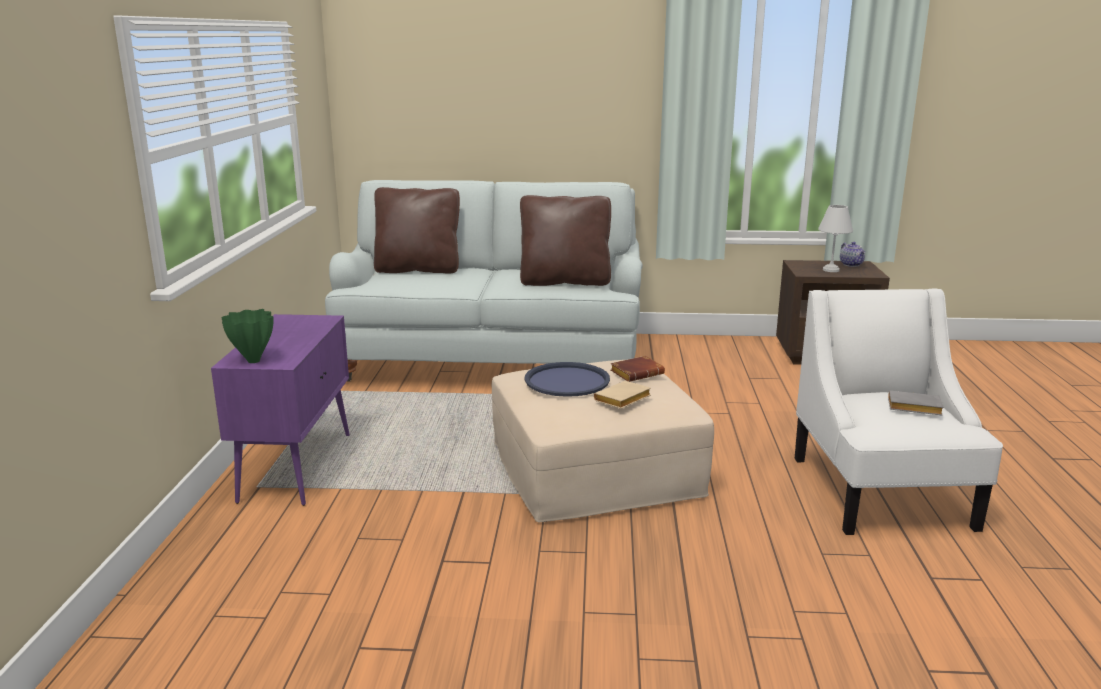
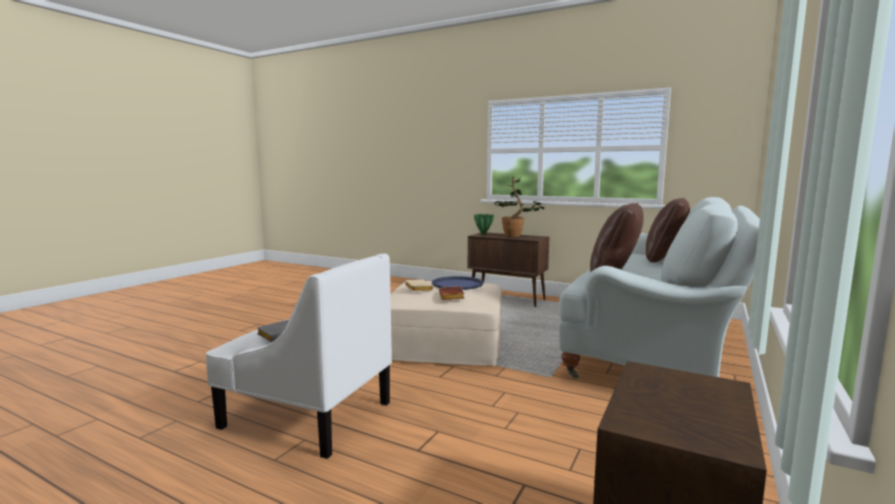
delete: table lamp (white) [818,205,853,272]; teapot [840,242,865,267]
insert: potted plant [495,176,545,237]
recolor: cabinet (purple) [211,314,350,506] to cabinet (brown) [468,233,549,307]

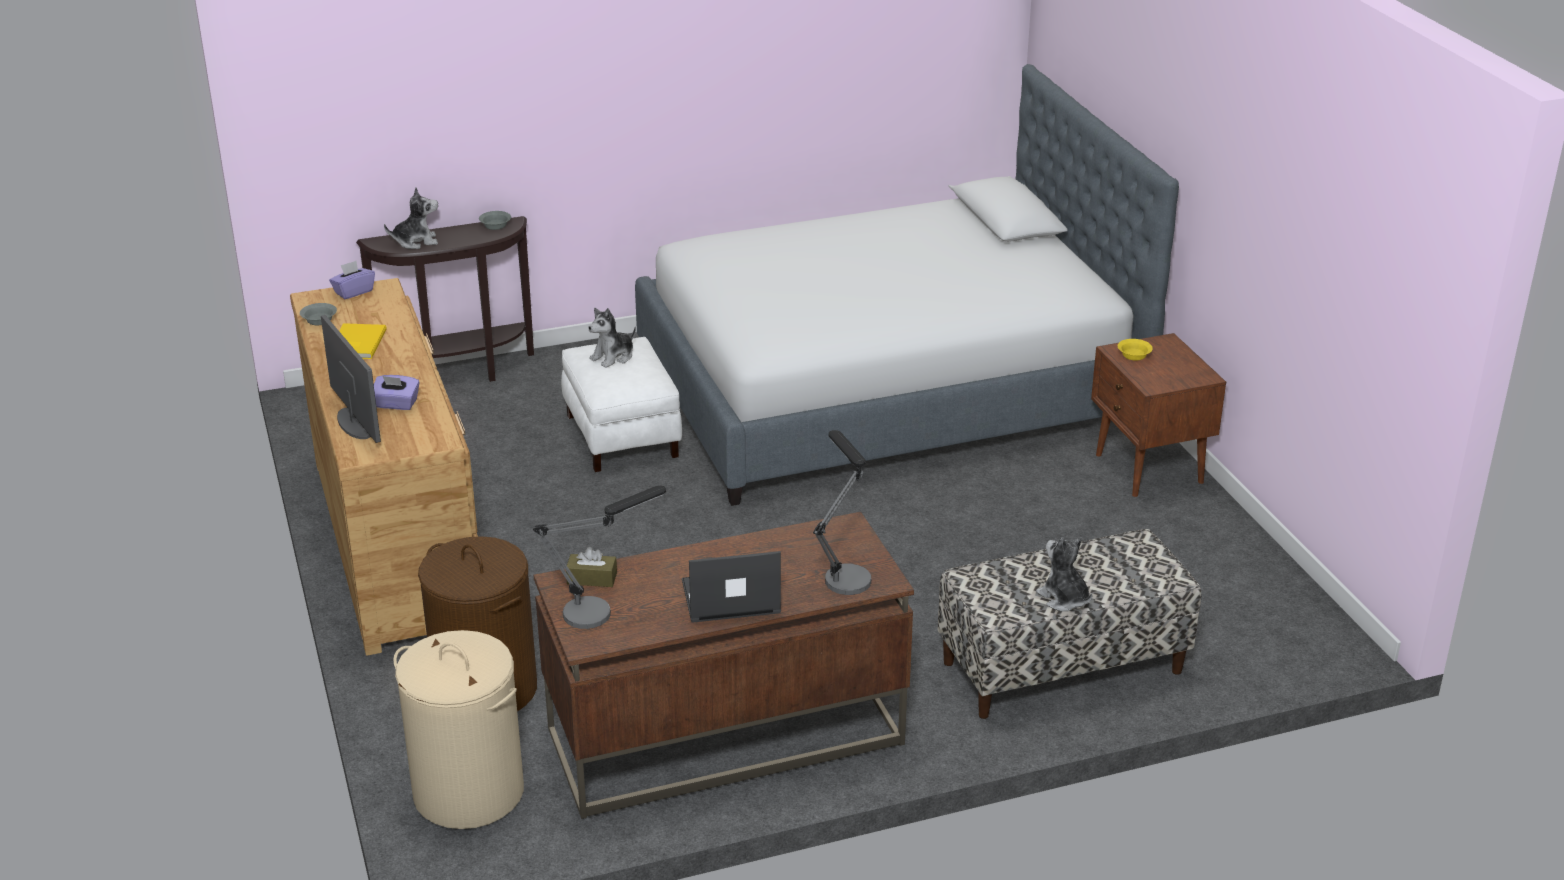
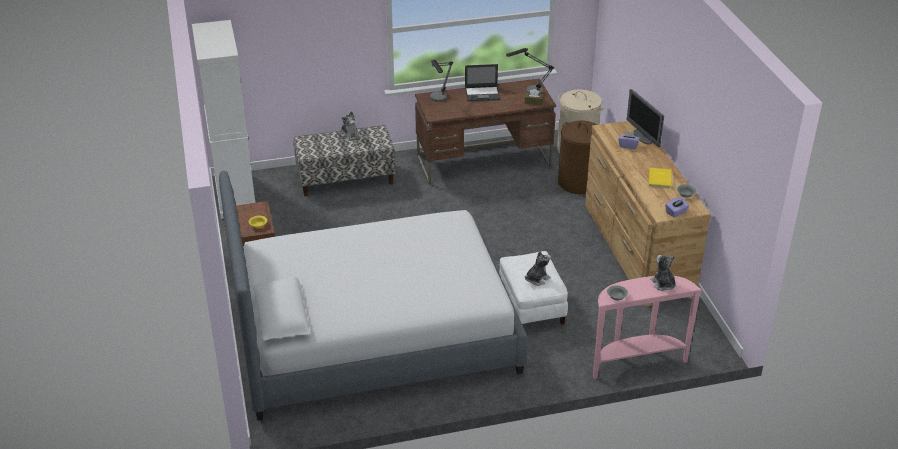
insert: cabinet (white) [192,20,256,219]
recolor: console table (brown) [356,216,534,382] to console table (pink) [593,276,702,379]
rotate: plush toy [384,187,438,249] = [650,255,676,291] 75 degrees clockwise

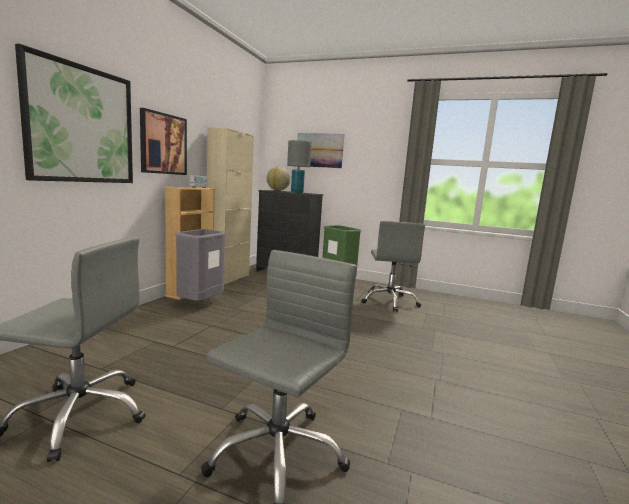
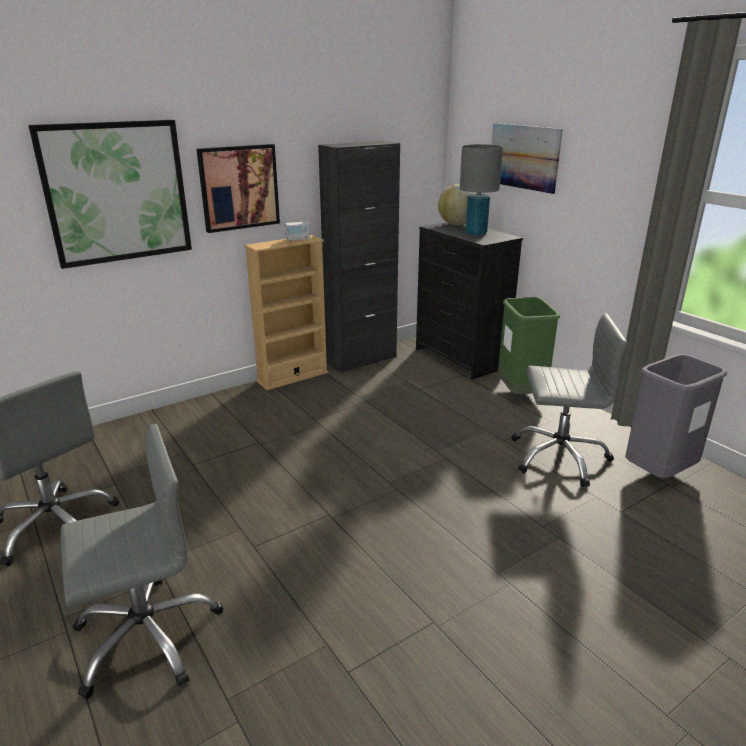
move: trash can (grey) [175,229,226,301] to [625,354,727,478]
recolor: cabinet (beige) [207,128,254,285] to cabinet (black) [318,141,400,373]
rotate: office chair (grey) [361,221,425,312] = [511,313,628,487] 120 degrees counterclockwise

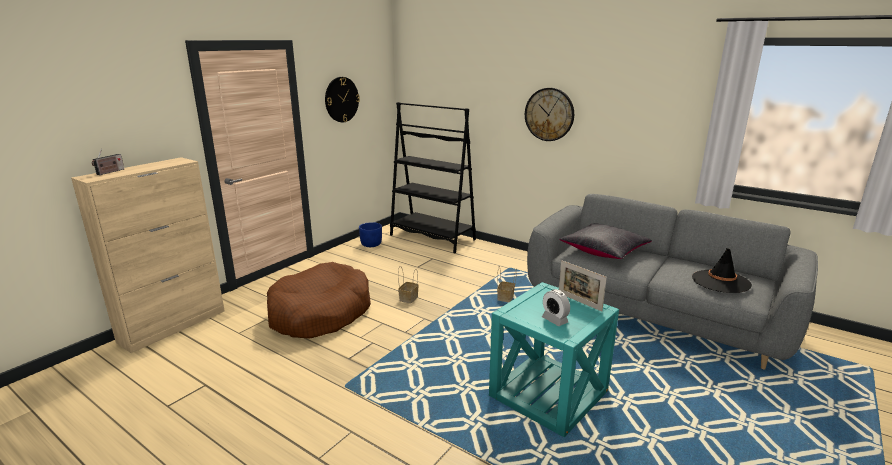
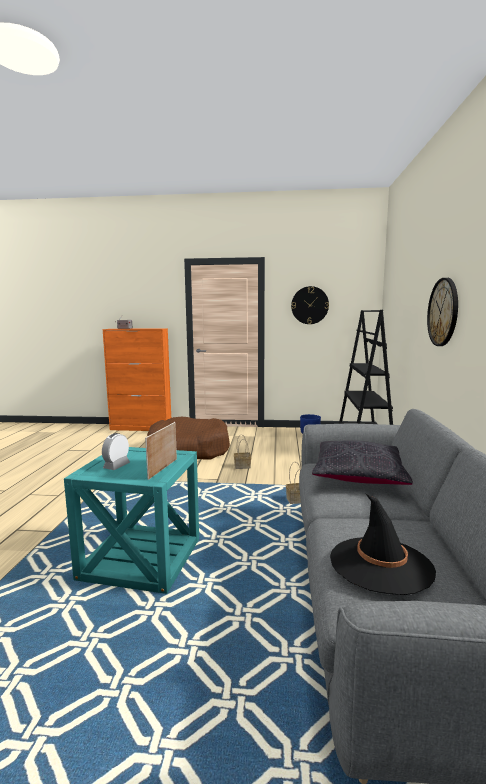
recolor: cabinet (beige) [71,157,225,353] to cabinet (orange) [102,329,171,431]

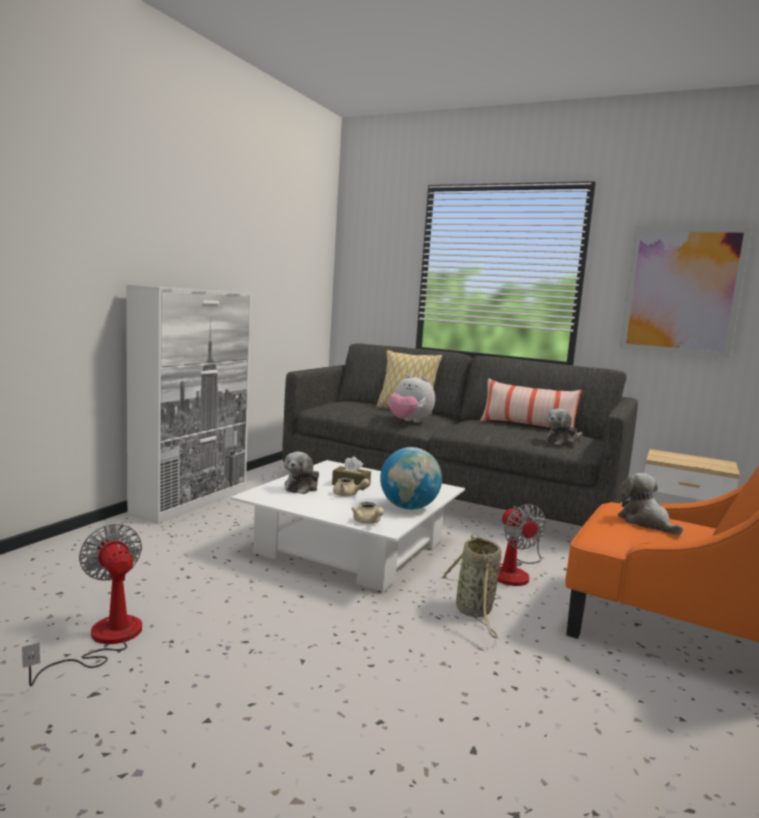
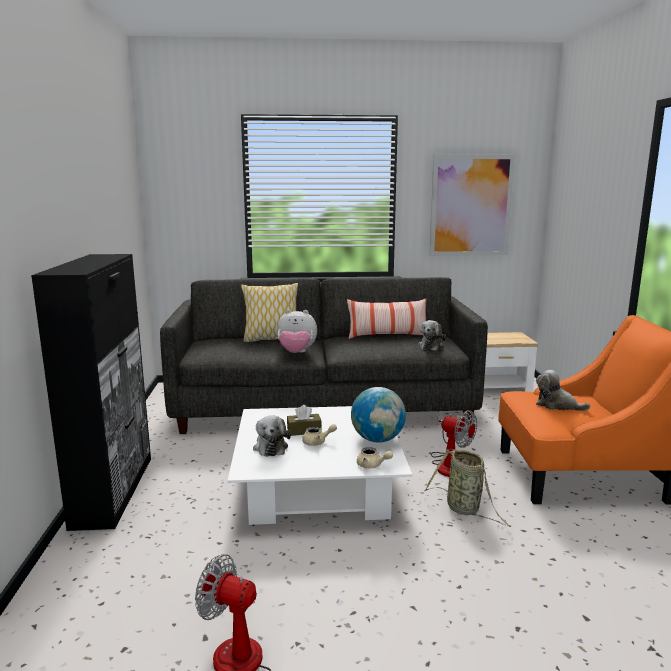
recolor: cabinet (white) [126,285,252,524] to cabinet (black) [31,254,151,531]

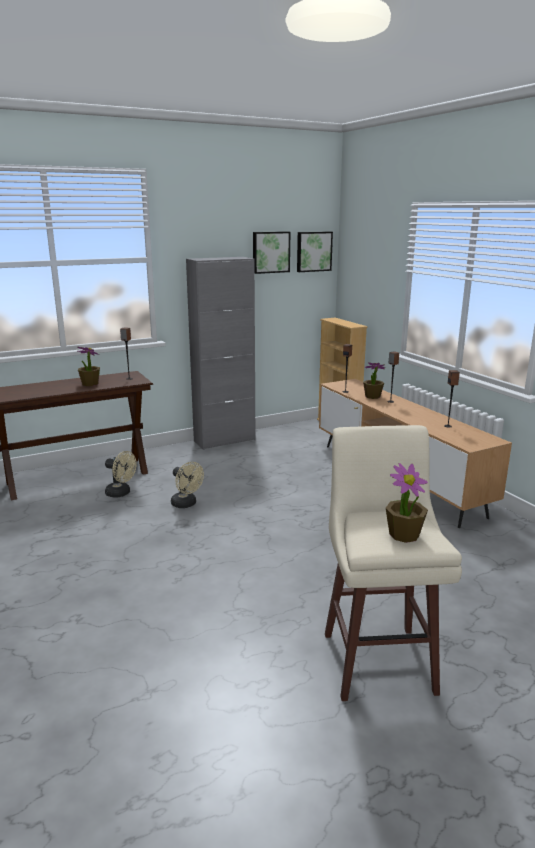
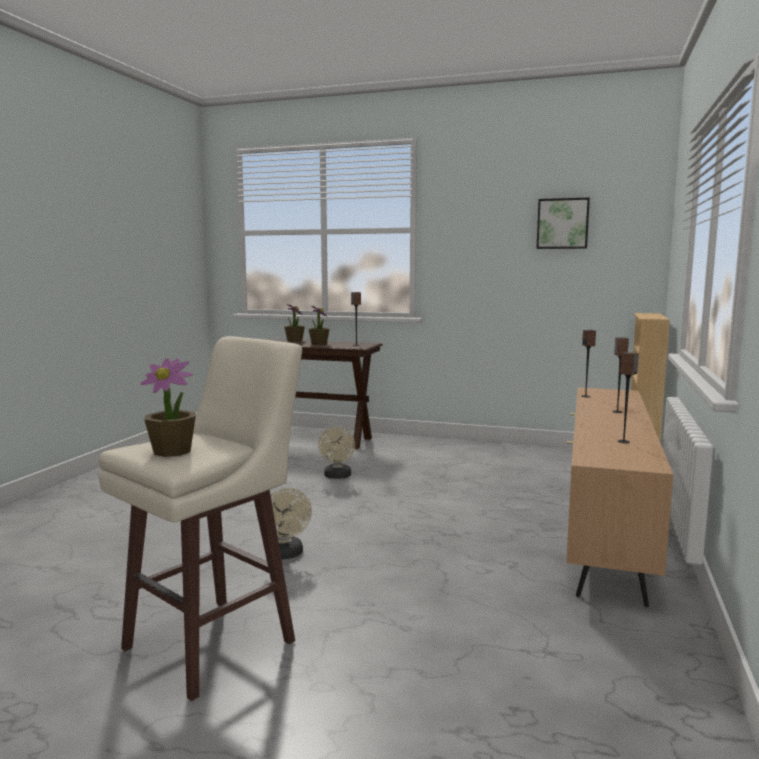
delete: cabinet (grey) [186,257,255,450]; picture [297,232,333,272]
move: fan (beige) [105,451,137,498] to [271,488,312,559]; potted plant [363,362,385,399] to [284,304,305,342]

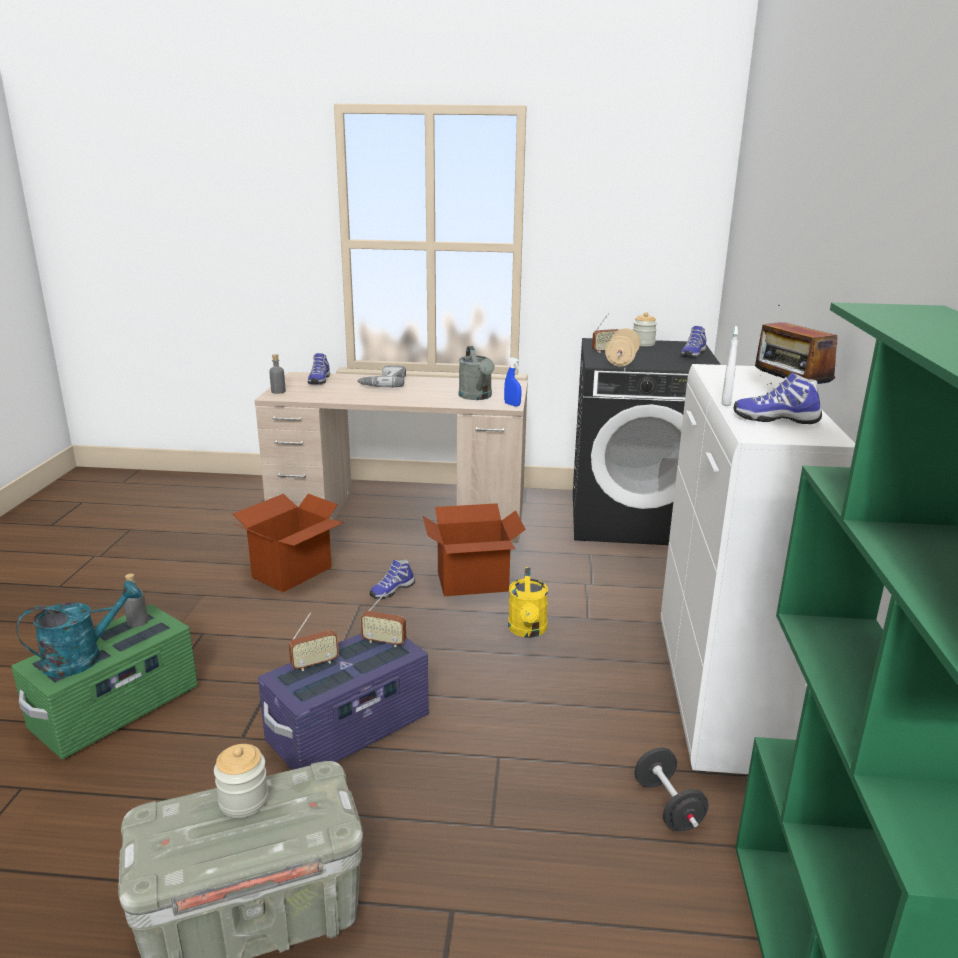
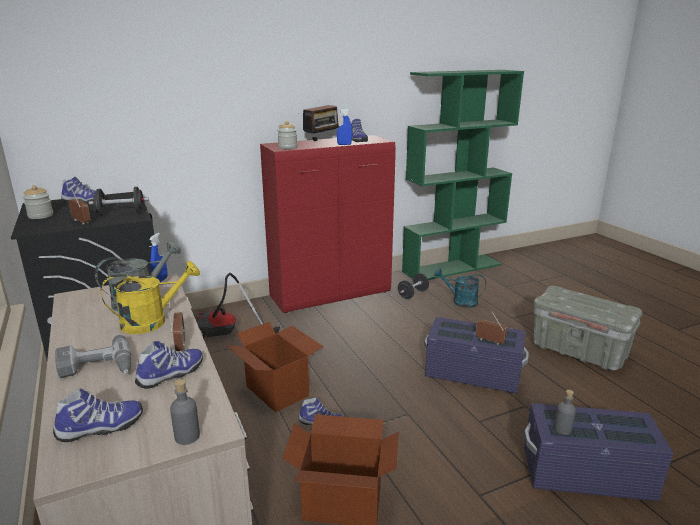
insert: shoe [135,341,203,389]; vacuum cleaner [194,273,280,338]
move: watering can (yellow) [508,567,548,638] to [101,261,200,334]; radio [360,592,406,647] to [169,301,186,351]; jar [214,744,269,818] to [277,121,297,149]; watering can (turquoise) [16,580,142,677] to [434,268,486,308]
recolor: dumbbell (beige) [605,328,640,366] to dumbbell (black) [89,187,149,216]; cabinet (white) [661,364,855,774] to cabinet (red) [260,135,396,313]; spray bottle (white) [722,326,738,406] to spray bottle (blue) [337,108,352,145]; storage box (green) [11,604,198,759] to storage box (purple) [524,403,673,501]

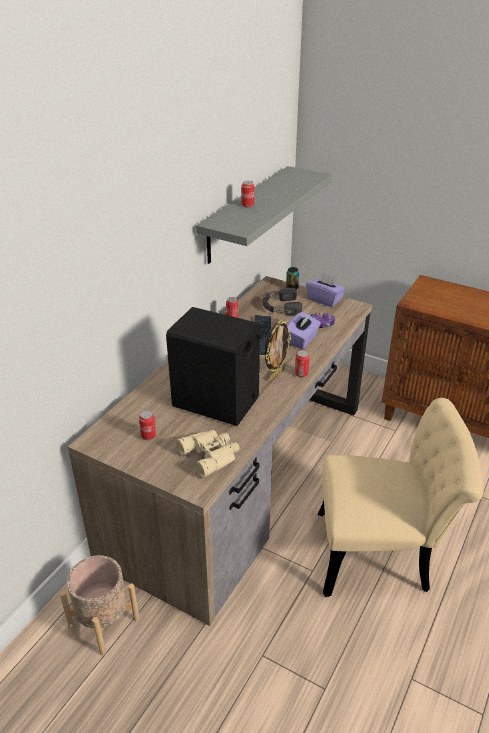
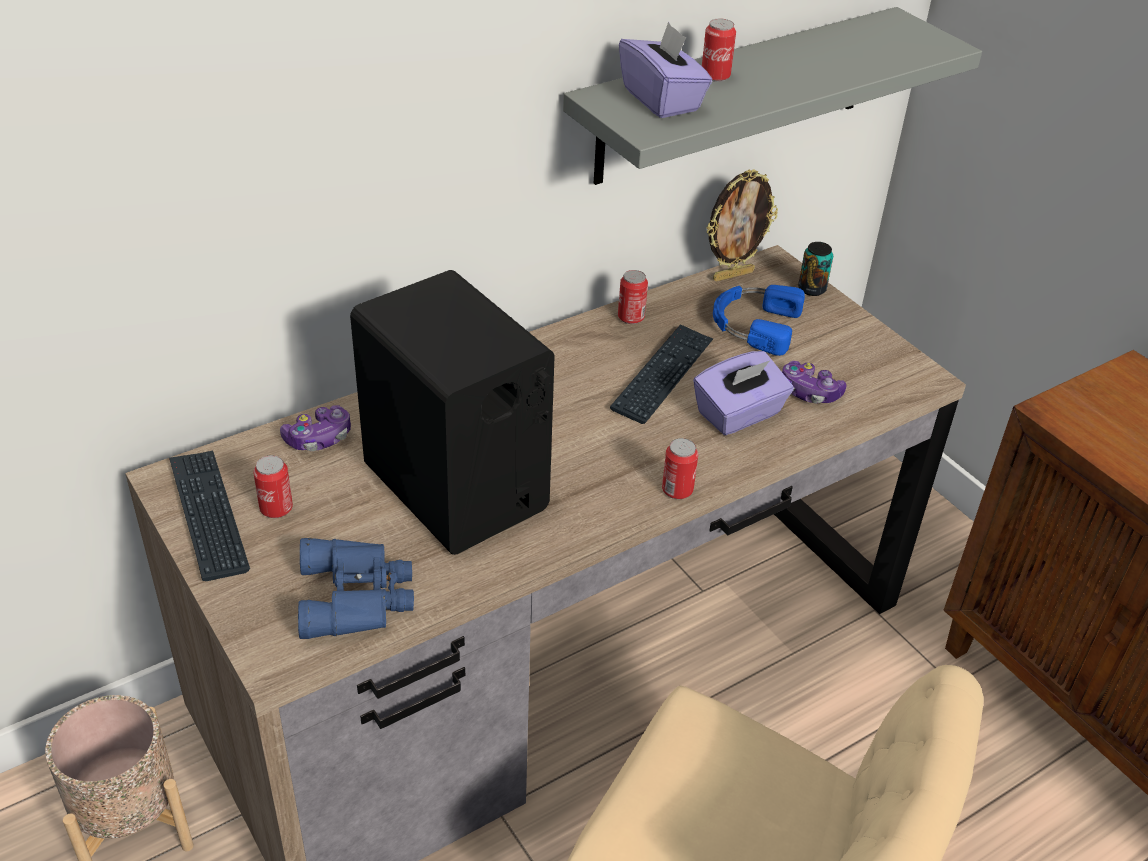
insert: keyboard [169,450,250,581]; game controller [280,405,351,451]
move: tissue box (purple) [306,273,346,307] to [619,22,712,118]; picture frame [265,320,291,381] to [706,169,778,282]
recolor: binoculars (beige) [176,430,240,478] to binoculars (blue) [298,538,414,639]; headphones (black) [263,288,302,315] to headphones (blue) [713,285,805,356]

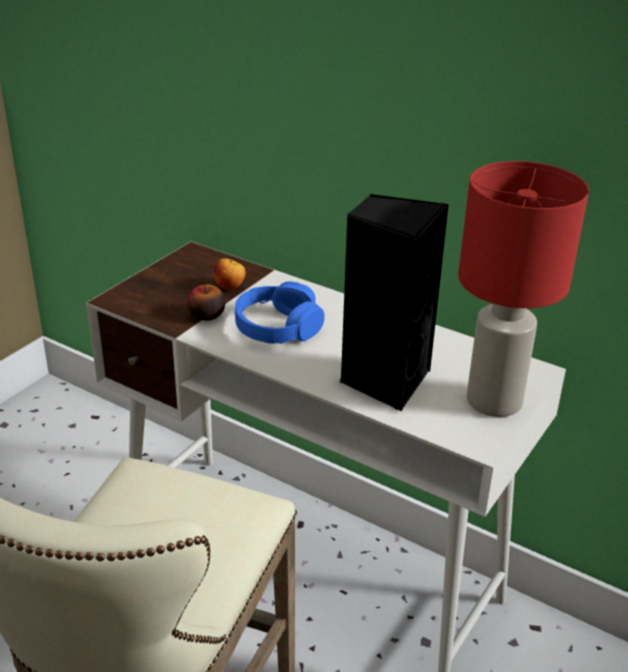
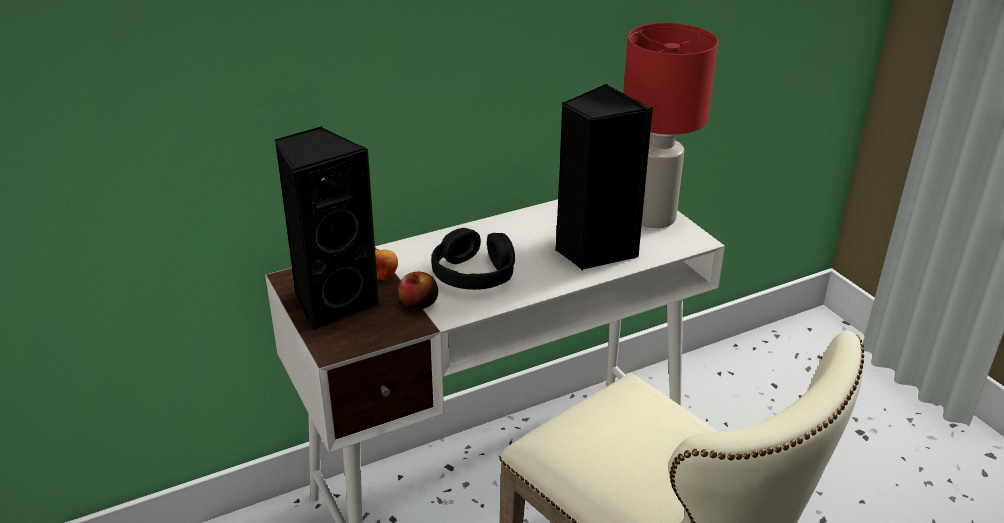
insert: speaker (black) [275,126,381,331]
recolor: headphones (blue) [235,281,324,344] to headphones (black) [431,228,515,290]

